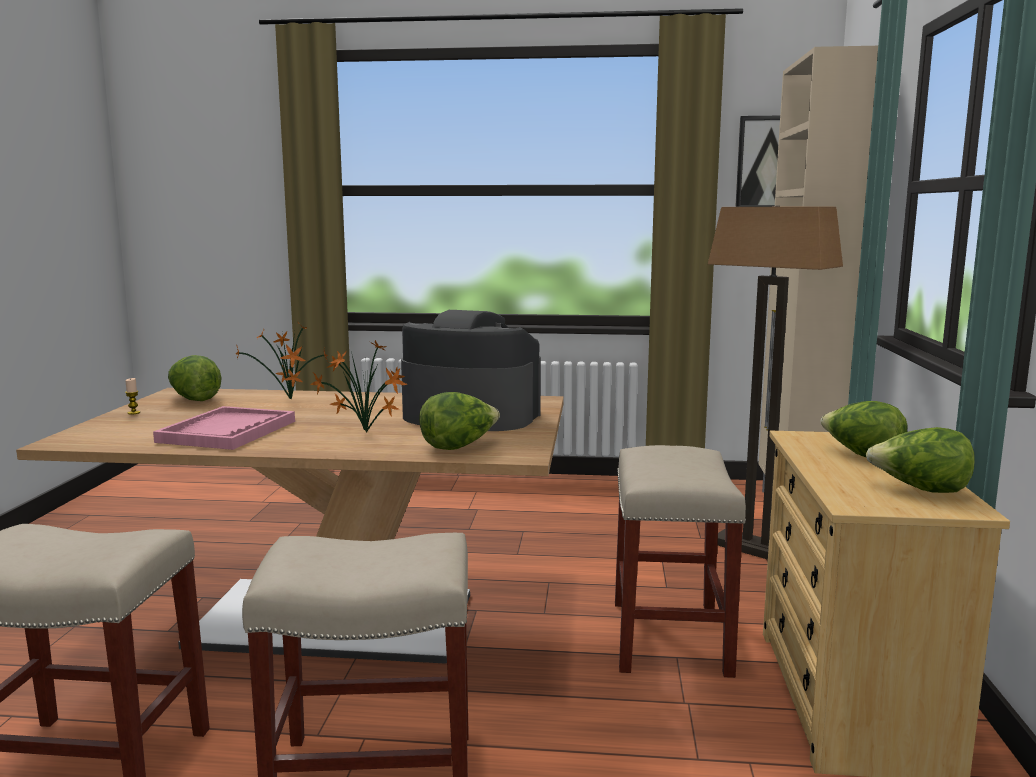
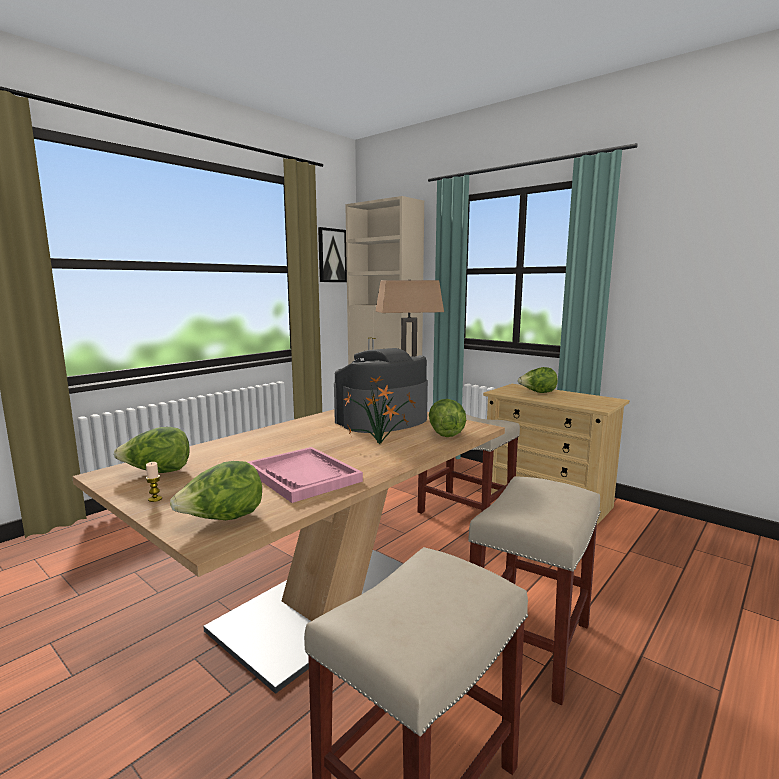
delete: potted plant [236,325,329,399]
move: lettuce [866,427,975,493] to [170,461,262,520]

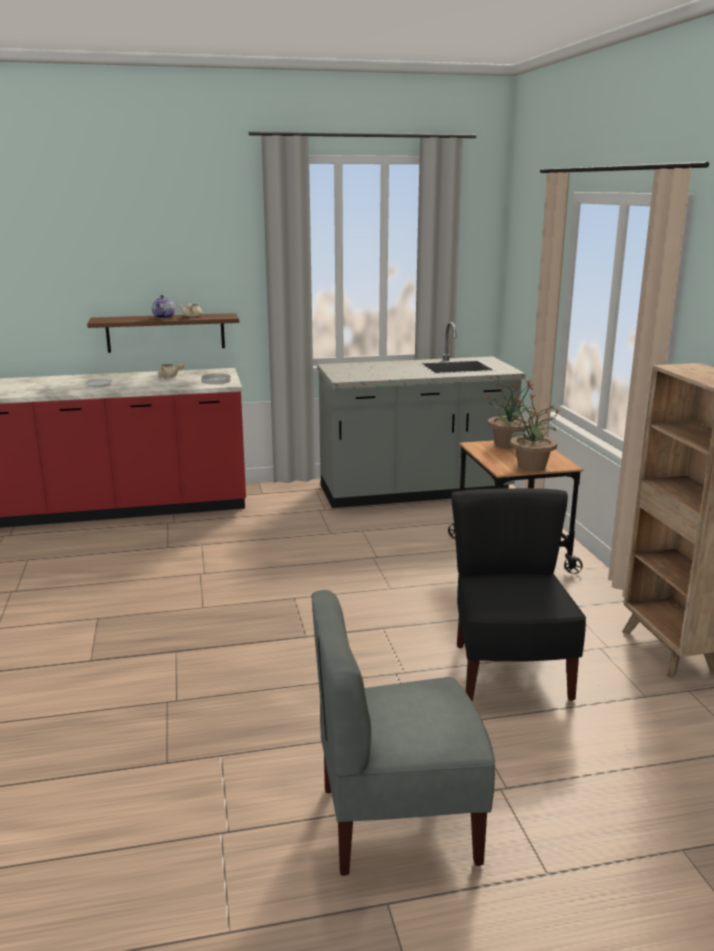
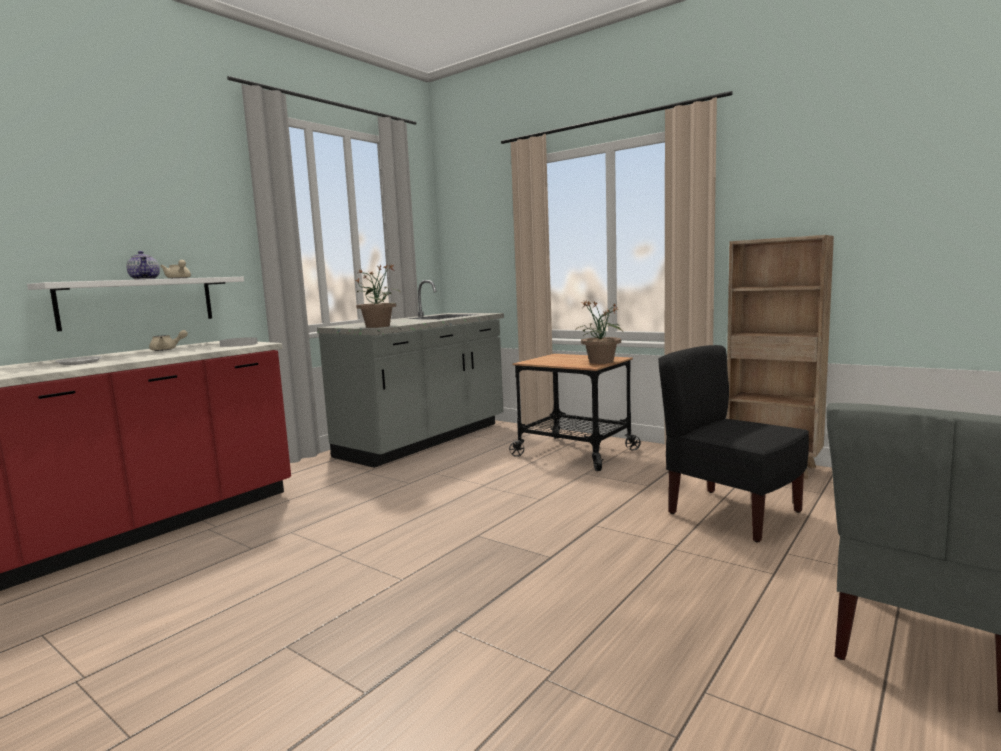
move: potted plant [484,380,534,449] to [355,264,399,328]
recolor: shelf (brown) [87,313,239,353] to shelf (white) [27,277,244,331]

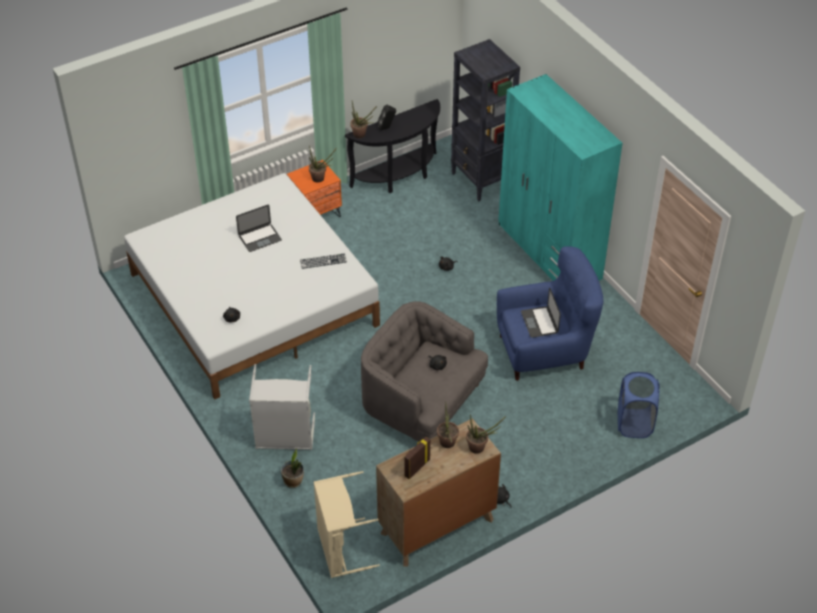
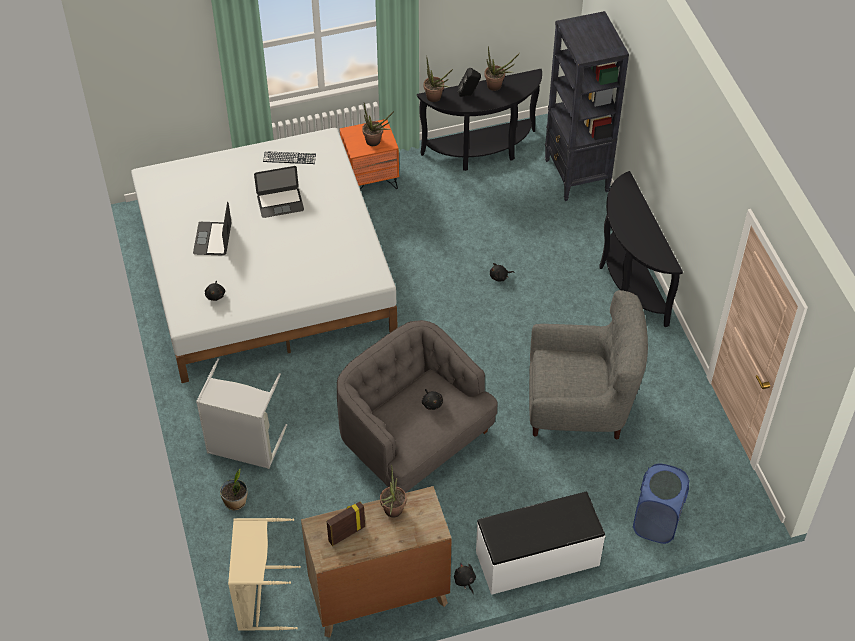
insert: bench (white) [476,492,605,595]
move: laptop [521,288,561,338] to [193,202,232,256]; keyboard [300,253,347,269] to [263,151,316,164]; potted plant [466,414,506,454] to [484,46,520,91]
replace: wardrobe (turquoise) [498,74,622,281] to console table (black) [599,171,683,327]
recolor: armchair (blue) [497,246,603,381] to armchair (grey) [529,290,648,440]

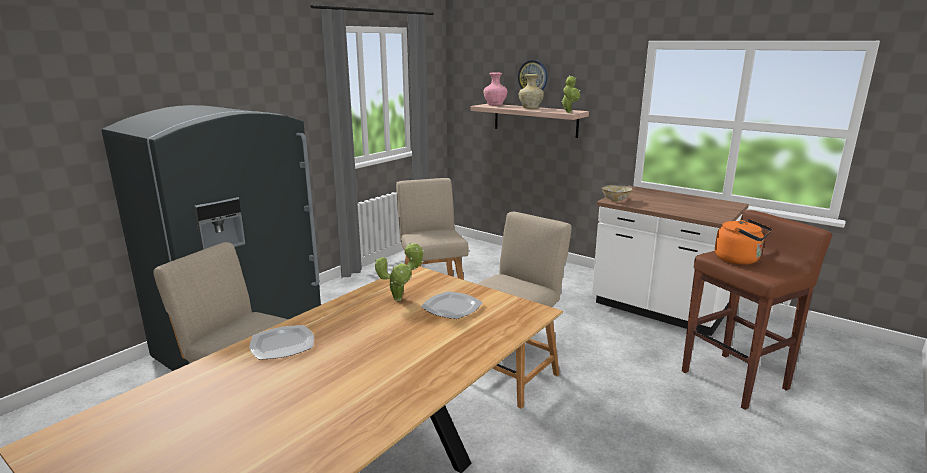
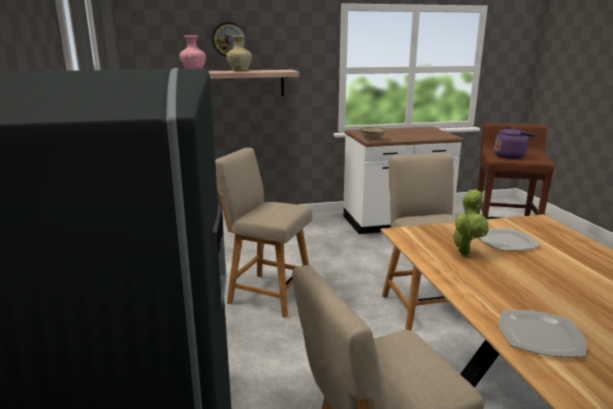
delete: potted plant [561,76,580,113]
recolor: kettle (orange) [715,219,773,265] to kettle (purple) [494,127,536,159]

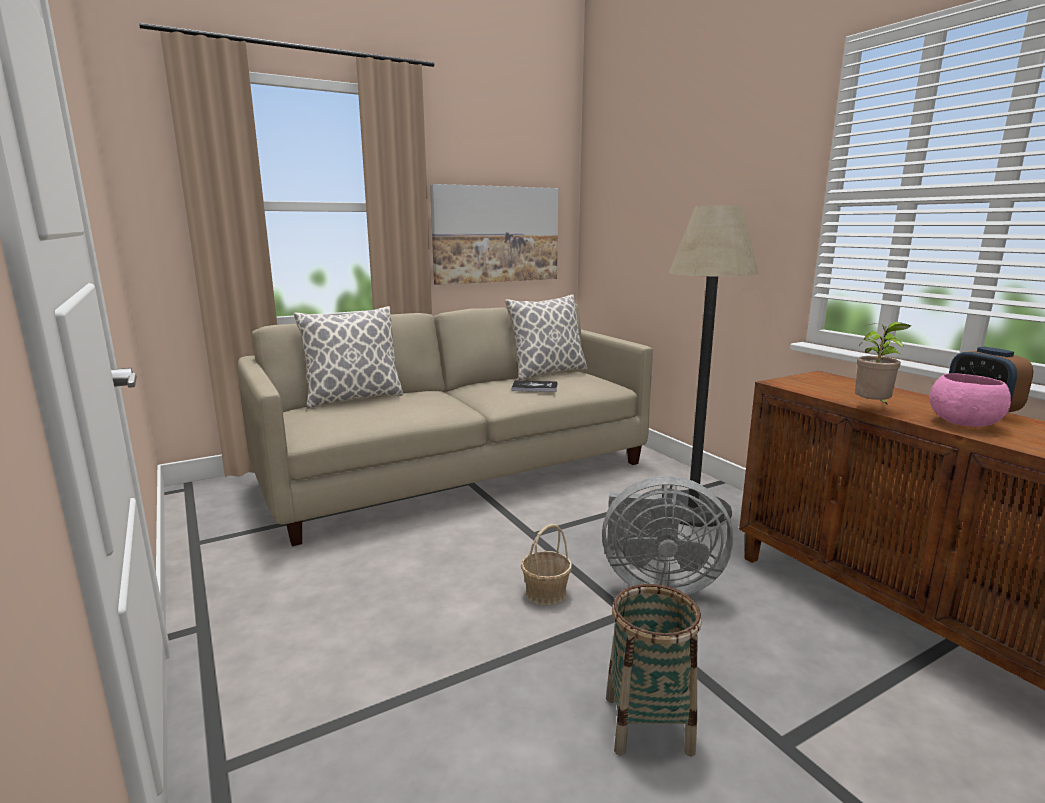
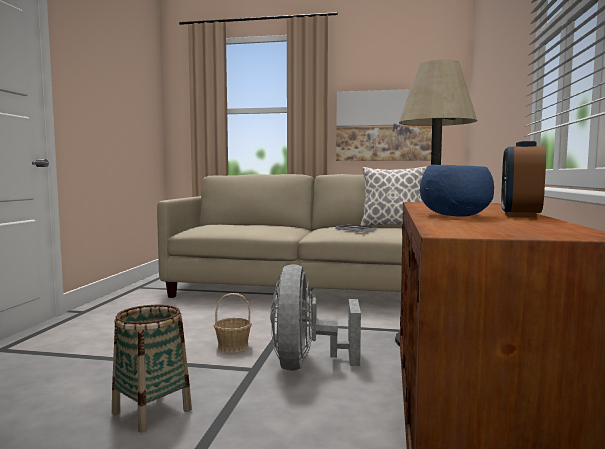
delete: pillow [293,306,403,409]; potted plant [855,322,910,405]
recolor: bowl (pink) [929,373,1011,427] to bowl (blue) [420,165,494,217]
rotate: fan (grey) [602,476,733,595] = [270,264,361,371] 45 degrees clockwise

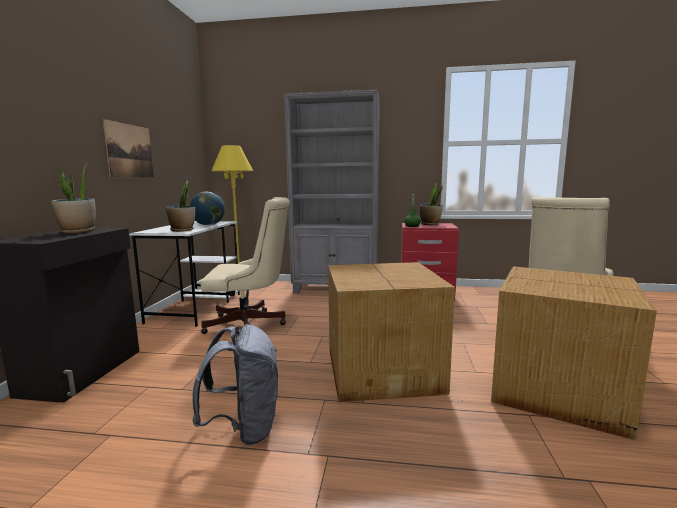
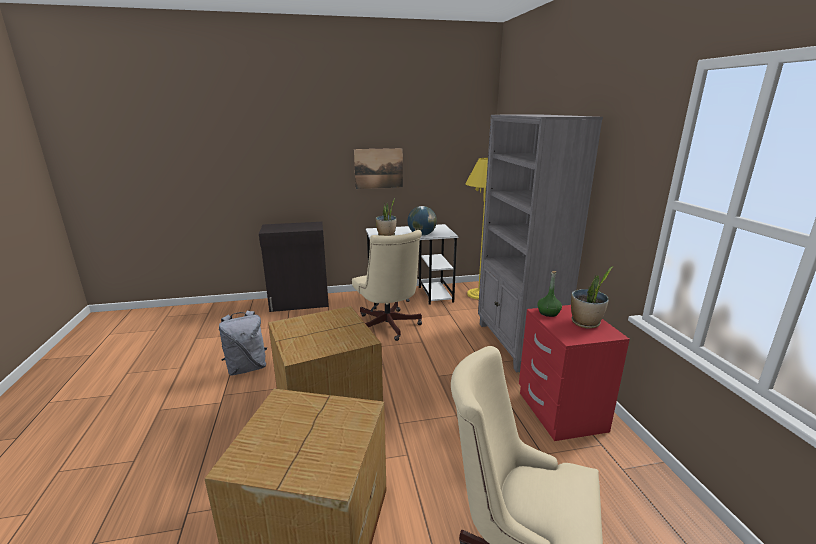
delete: potted plant [51,164,96,234]

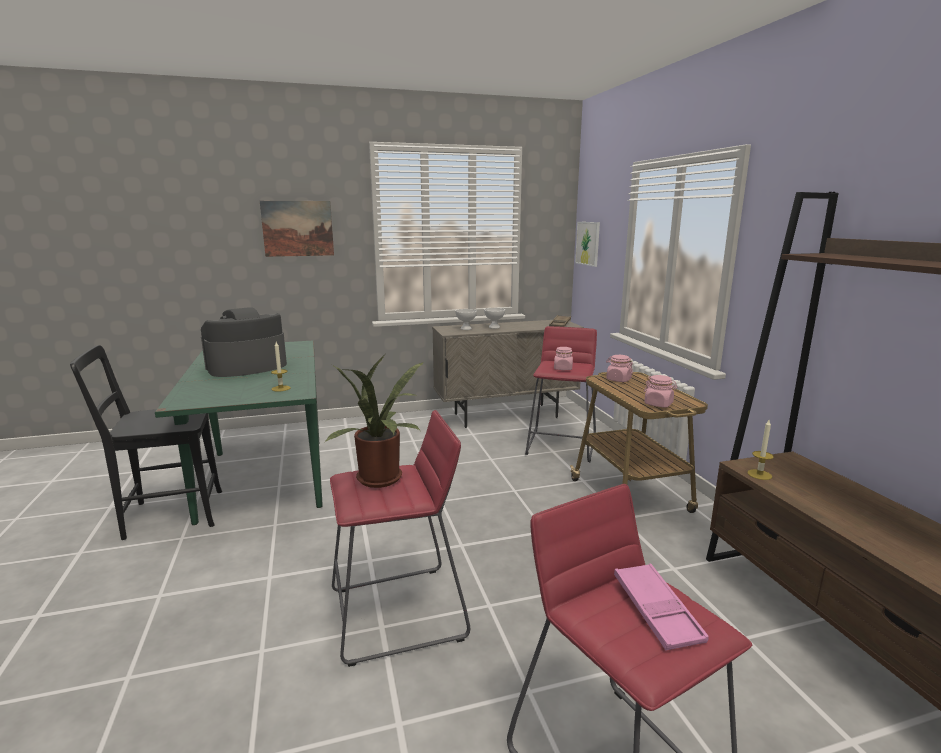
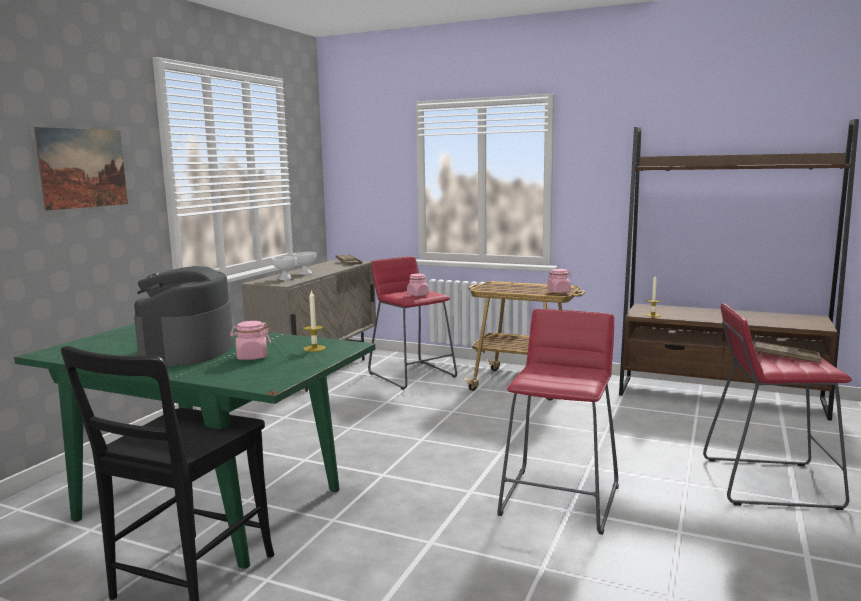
delete: potted plant [325,356,424,488]; picture [575,222,600,267]
move: jar (pink) [606,355,633,382] to [230,321,271,360]
recolor: tray (pink) [614,564,709,650] to tray (brown) [755,341,821,363]

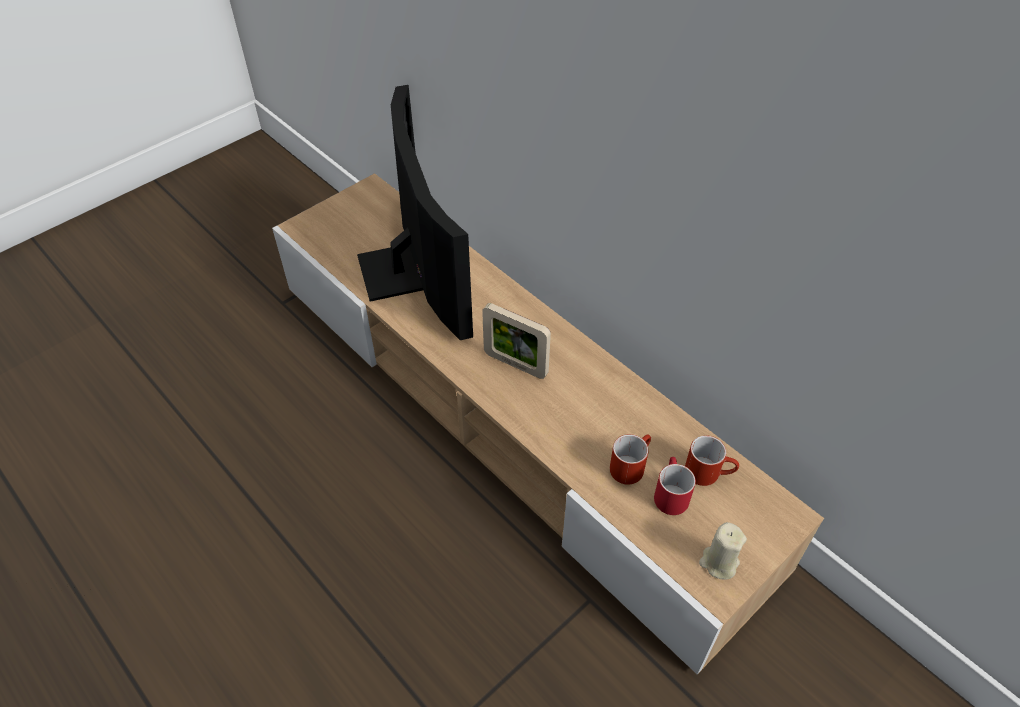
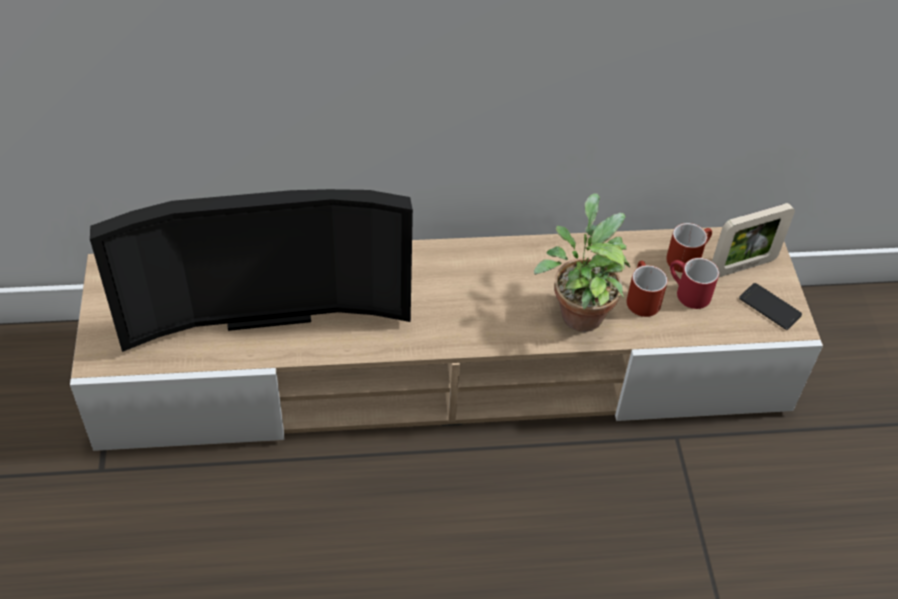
insert: potted plant [534,193,630,332]
move: picture frame [482,303,551,379] to [712,203,795,278]
replace: candle (beige) [699,522,747,580] to phone [739,283,802,330]
rotate: television [357,85,473,340] = [90,189,413,352] 150 degrees clockwise

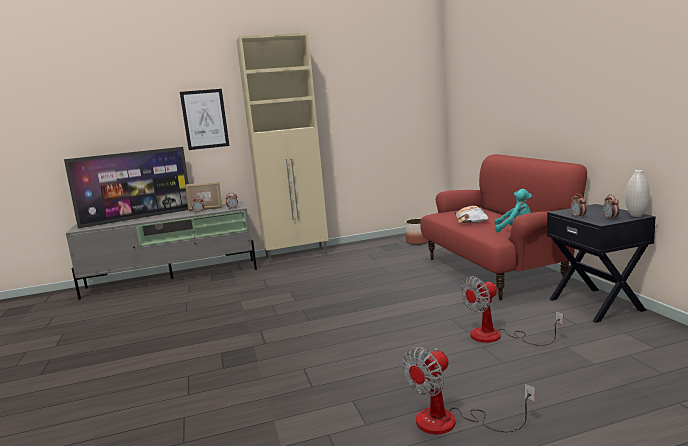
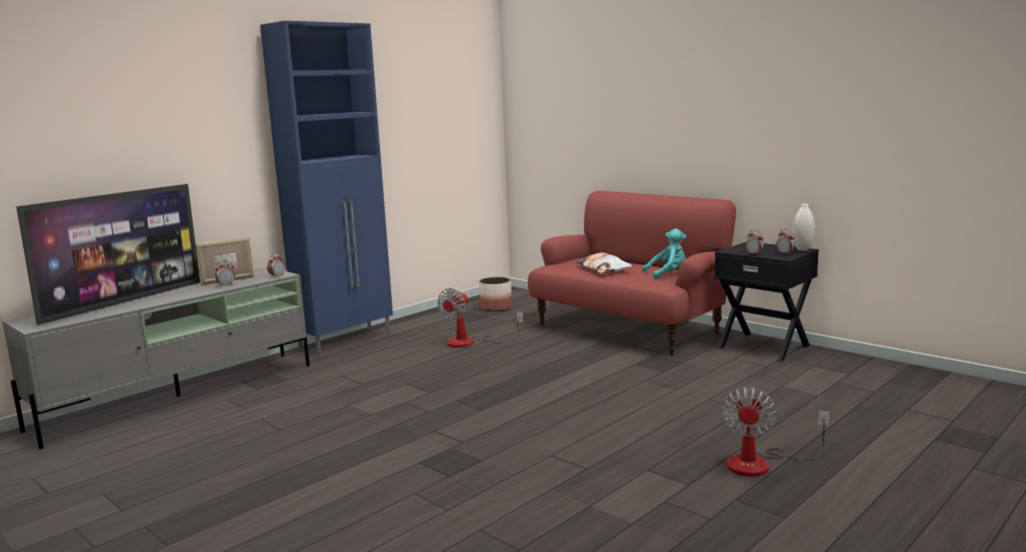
delete: picture [180,89,229,150]
move: fan [461,276,563,346] to [437,288,523,348]
recolor: cabinet (beige) [236,33,328,264] to cabinet (blue) [260,21,393,356]

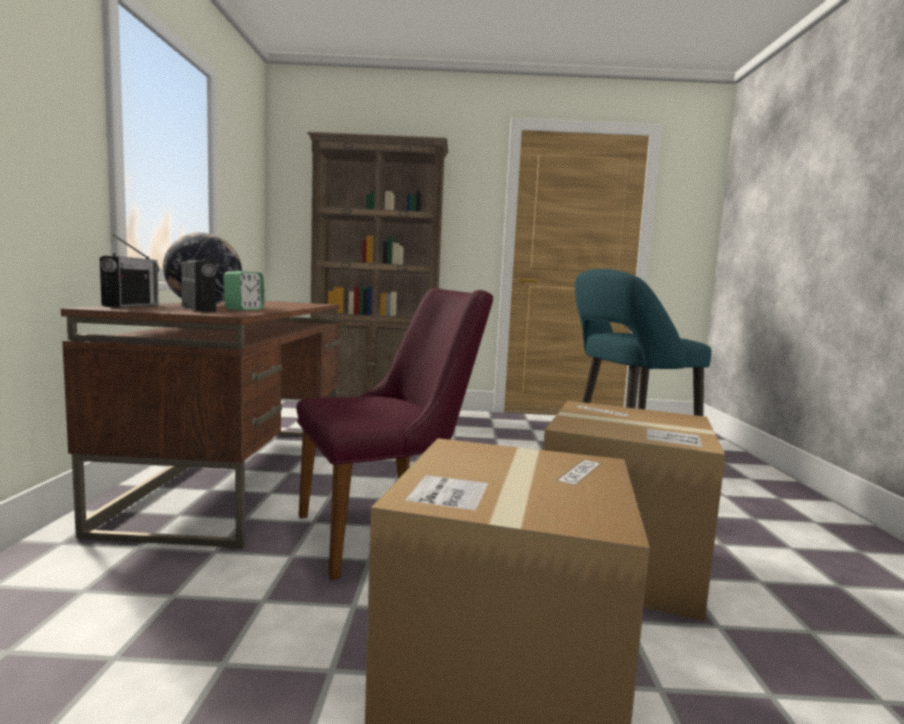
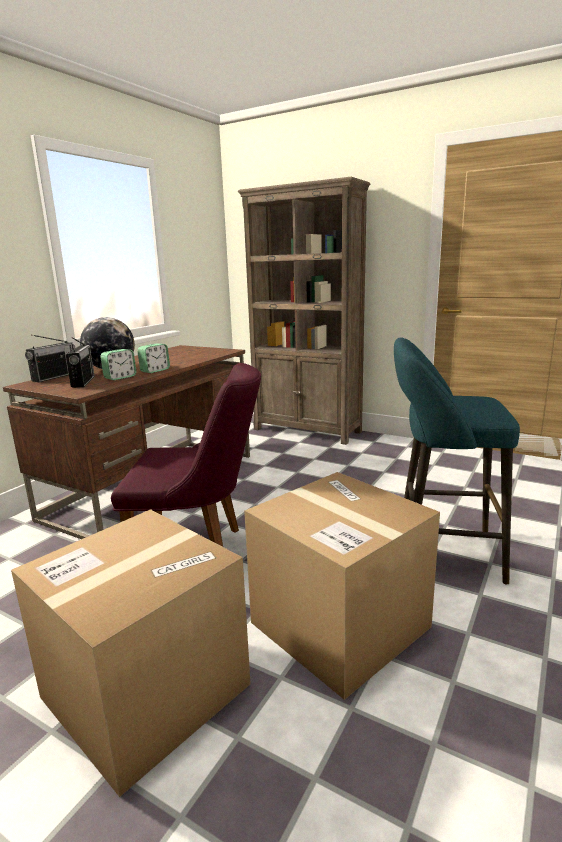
insert: alarm clock [137,344,170,373]

